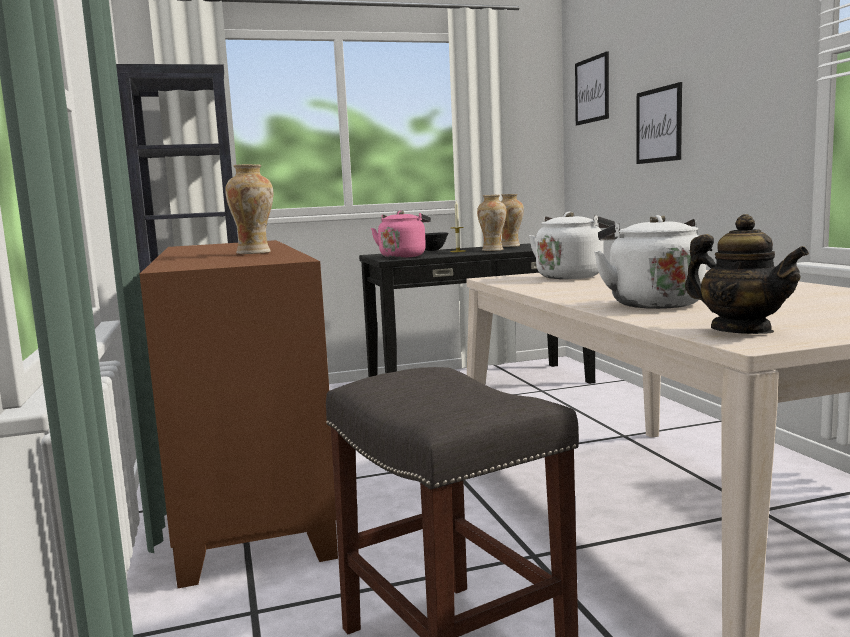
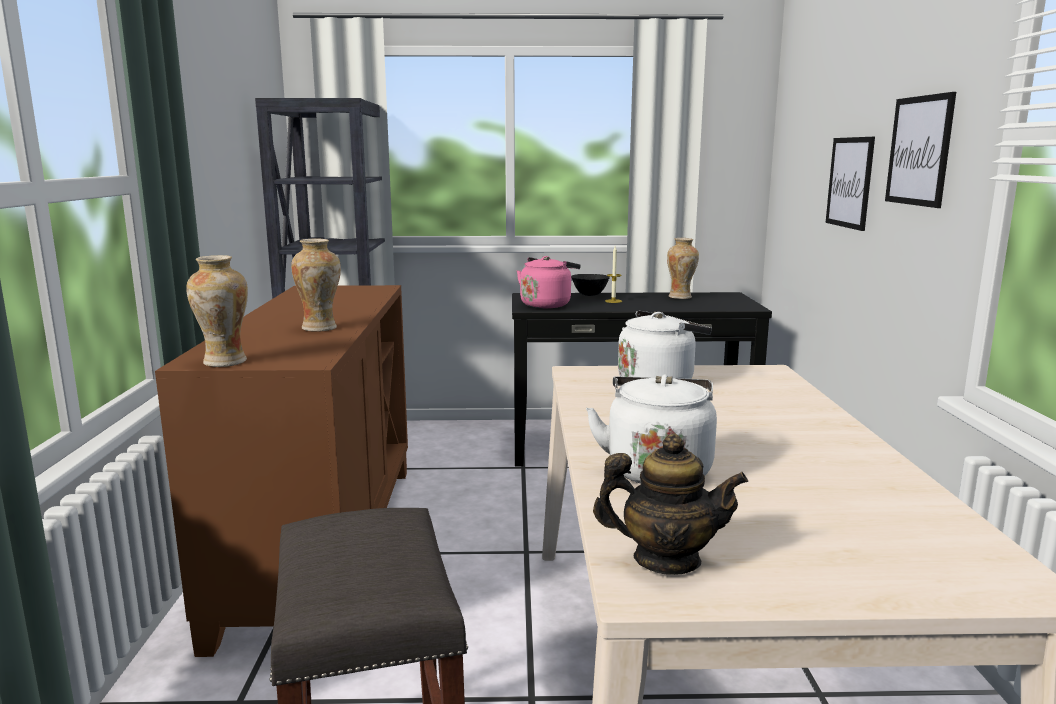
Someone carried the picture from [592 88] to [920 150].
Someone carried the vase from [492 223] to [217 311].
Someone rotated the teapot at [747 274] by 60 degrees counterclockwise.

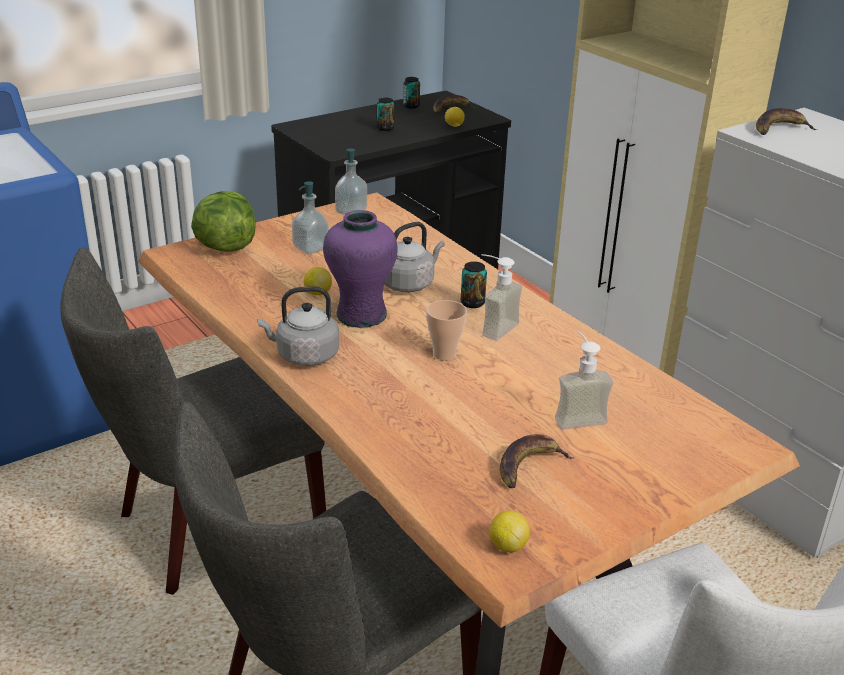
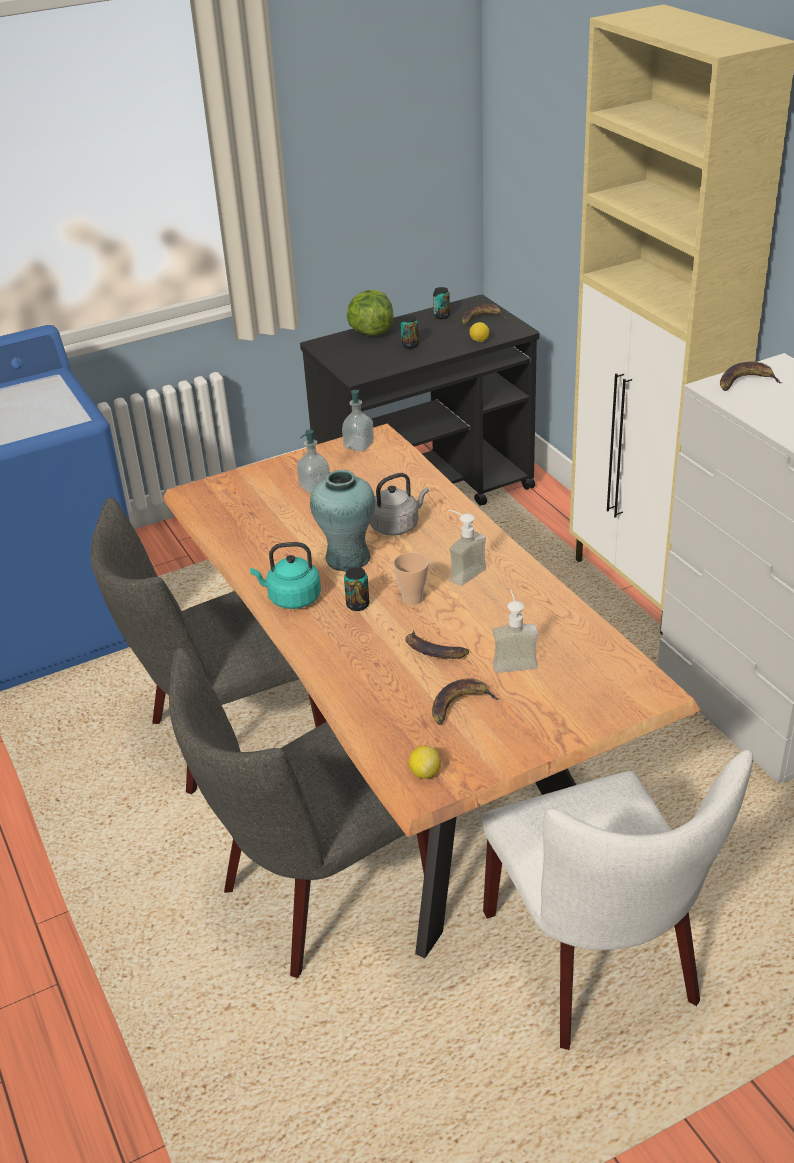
Someone carried the lettuce from [223 221] to [370 312].
Someone repainted the purple vase at [360 269], which became the turquoise vase at [342 521].
Someone carried the can from [474 284] to [357 589].
Someone took away the lemon at [318 281].
Someone repainted the grey kettle at [298 326], which became the turquoise kettle at [285 575].
Someone put down the banana at [437 645].

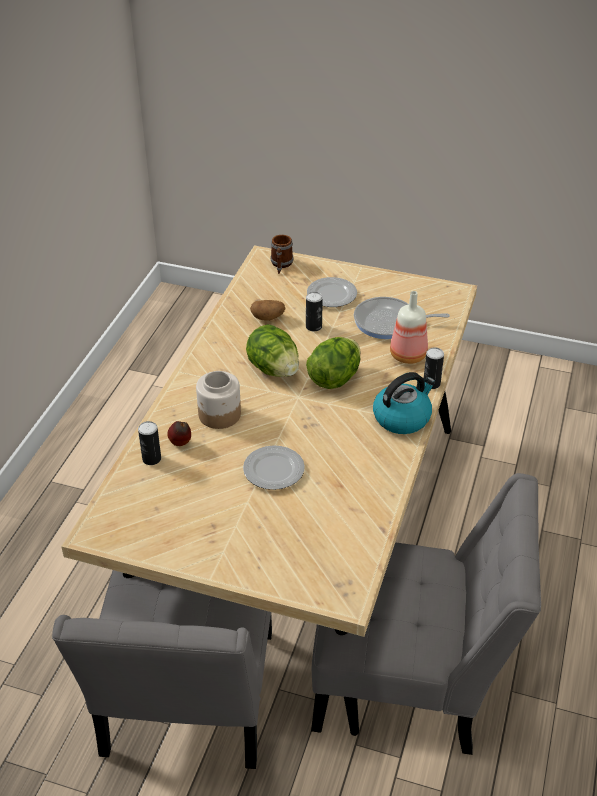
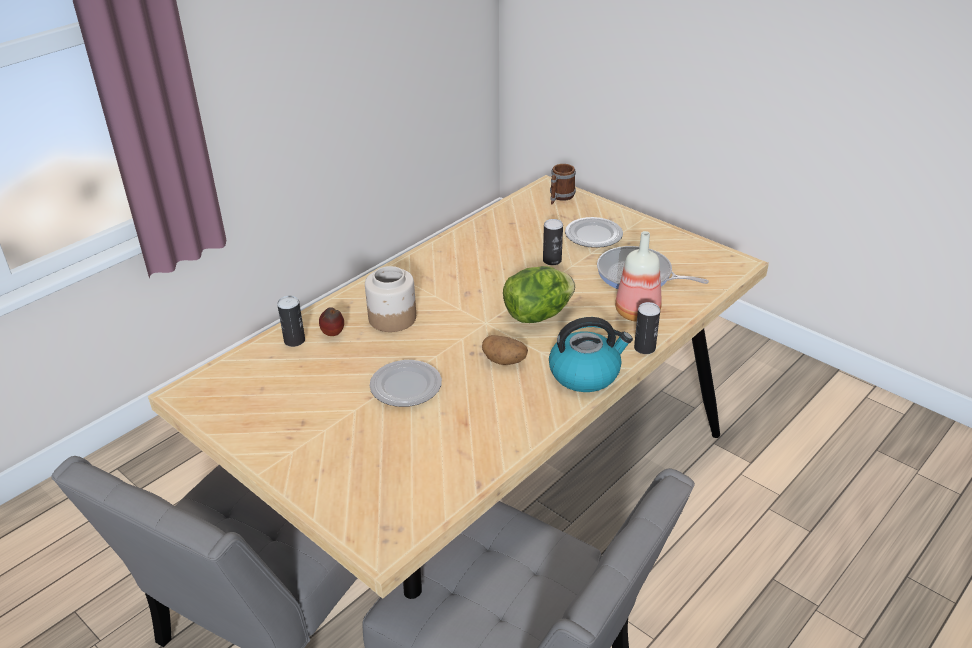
Someone carried the potato from [268 310] to [505 350].
Someone took away the lettuce at [272 350].

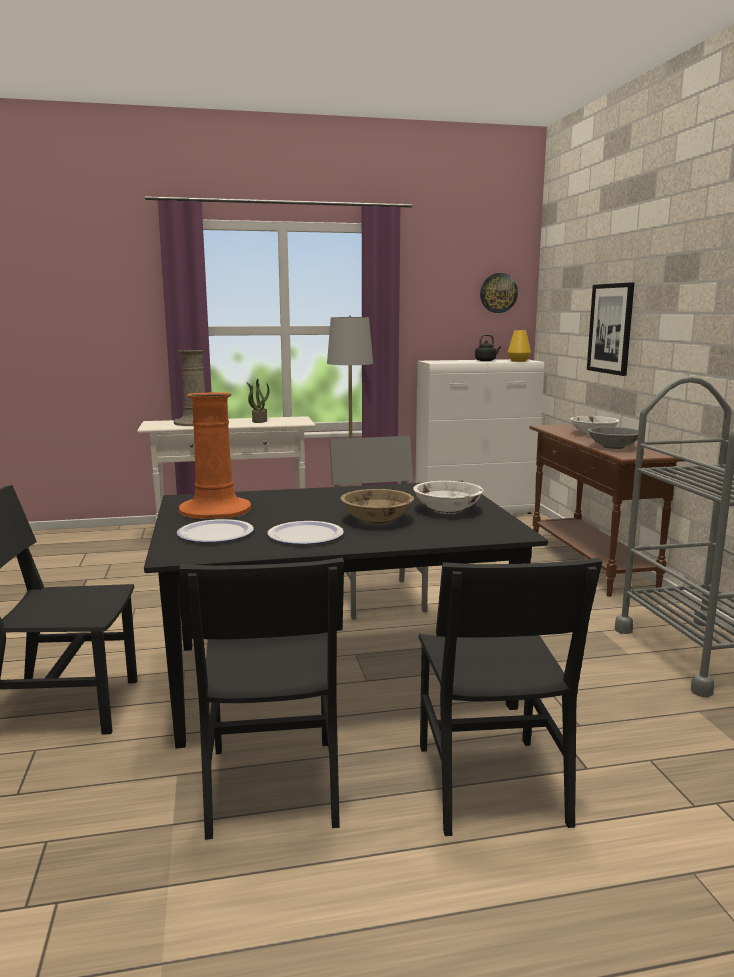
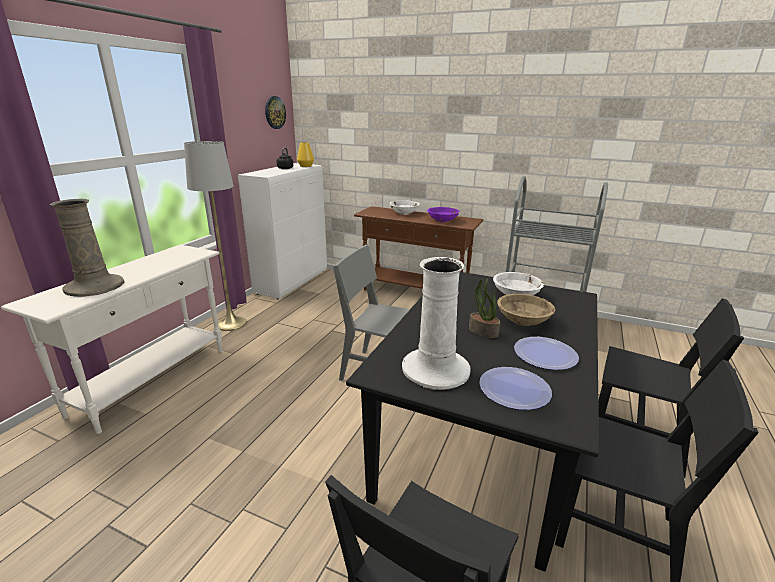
Someone took away the picture at [610 329].
Someone carried the potted plant from [258 401] to [484 308].
Someone repainted the orange vase at [215 455], which became the white vase at [436 323].
Someone repainted the grey bowl at [613 438], which became the purple bowl at [443 214].

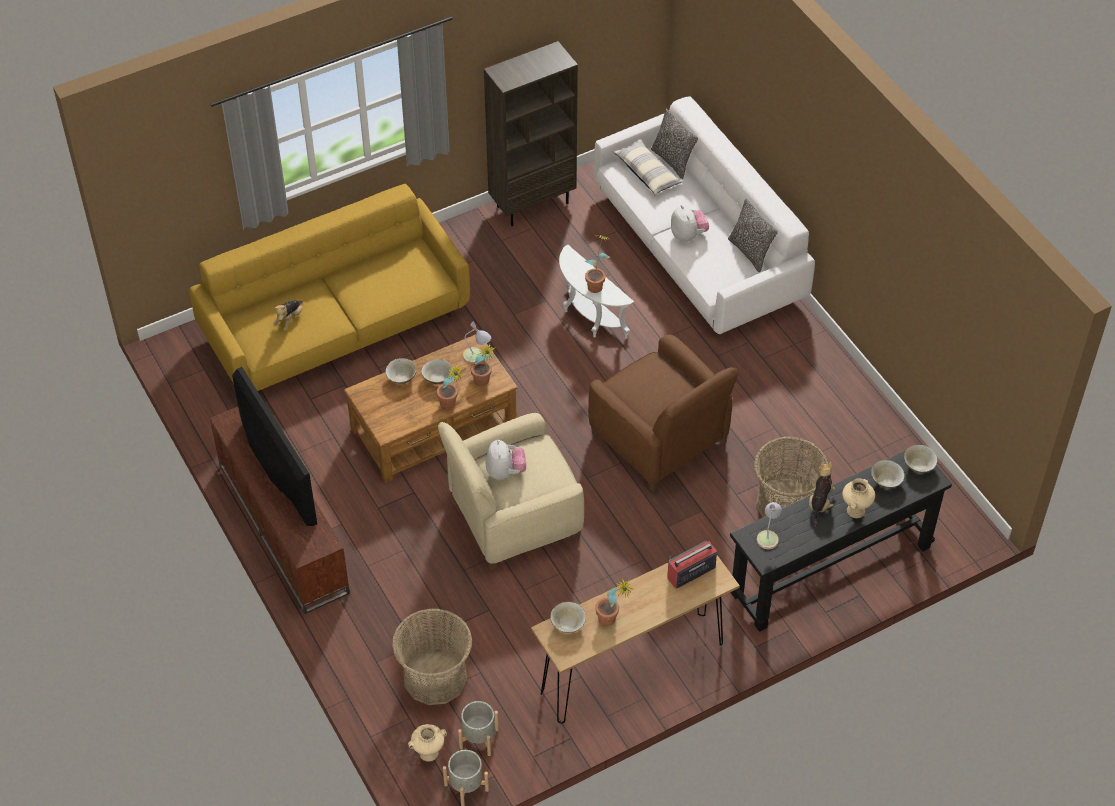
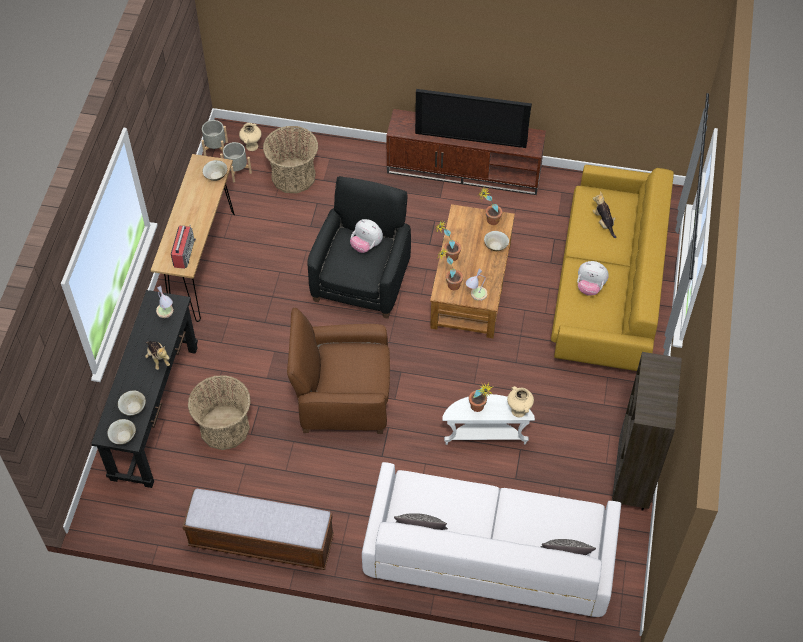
Someone took away the pillow at [647 167].
Someone carried the plush toy from [690 223] to [593 278].
Someone took away the beige bowl at [437 371].
Someone repainted the beige armchair at [511 492], which became the black armchair at [359 247].
Someone carried the beige vase from [858 498] to [520 401].
Someone carried the potted plant from [613 602] to [489 206].
Someone put down the bench at [258 529].

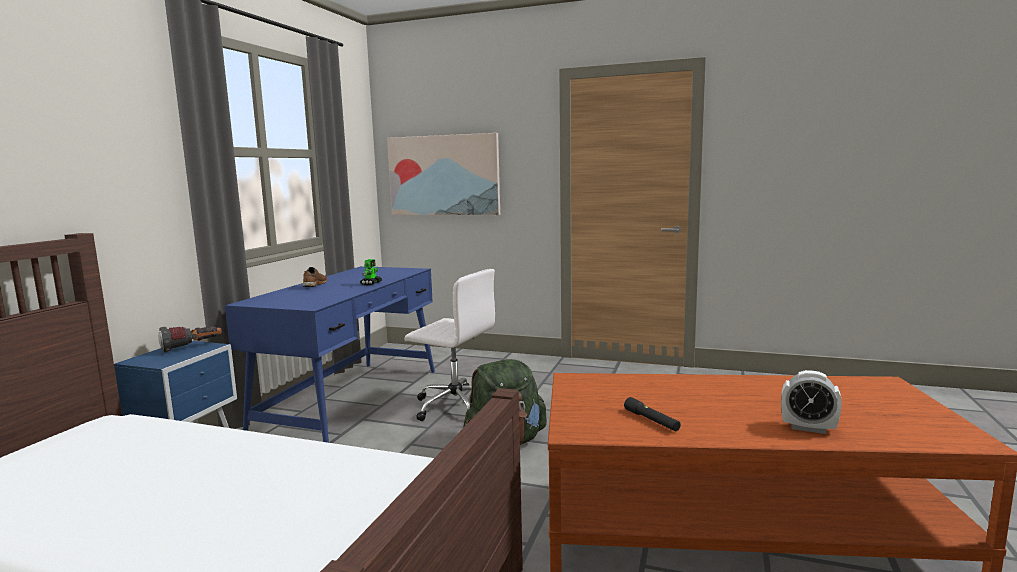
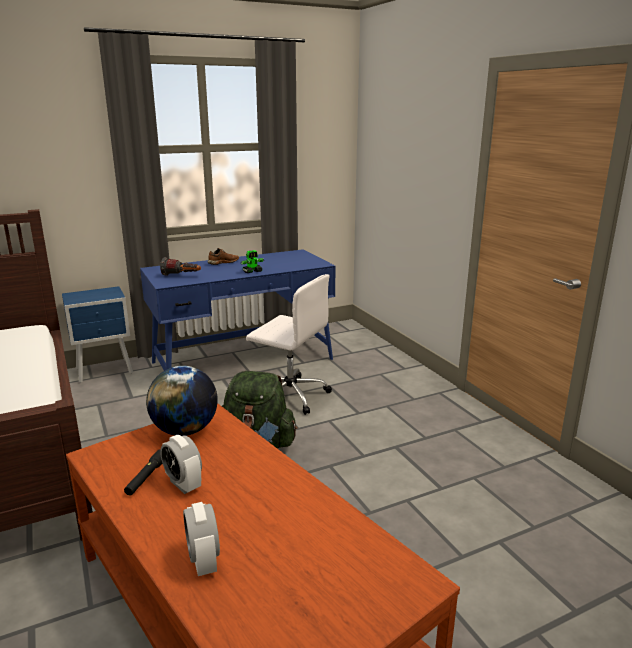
Someone took away the picture at [443 174].
Someone rotated the white office chair at [449 345] by 45 degrees counterclockwise.
Someone carried the flashlight from [190 339] to [180 266].
Someone put down the globe at [182 401].
Someone put down the alarm clock at [181 464].

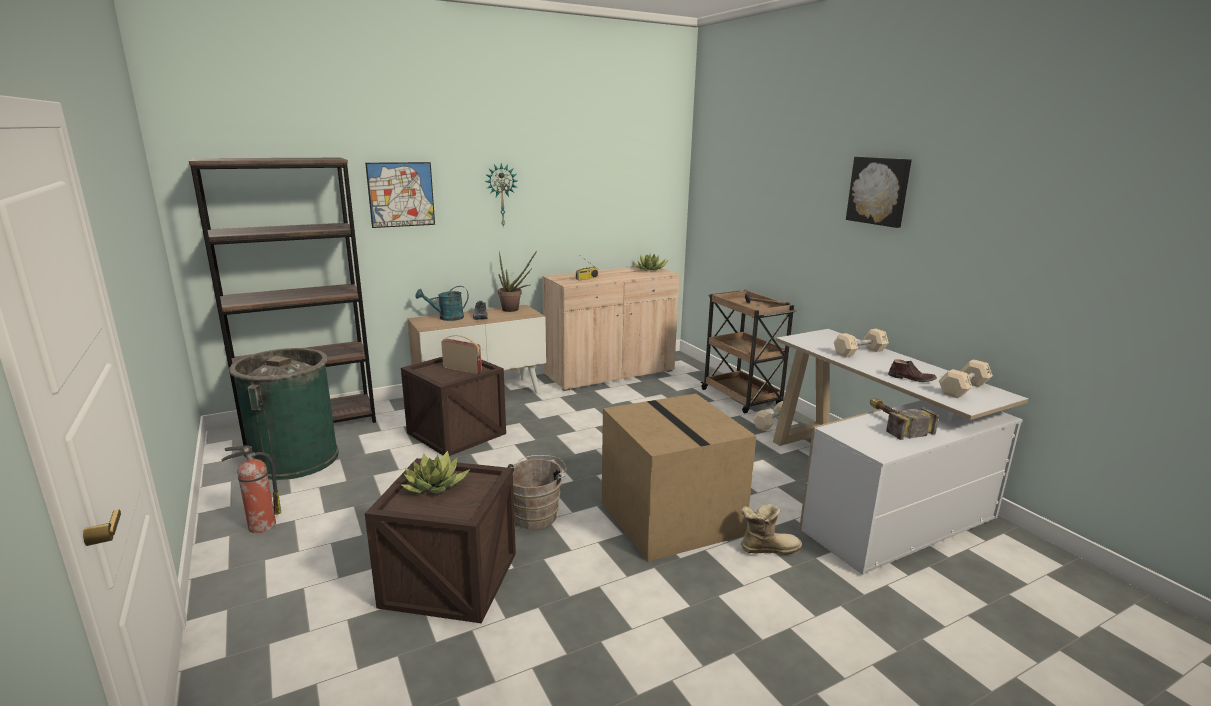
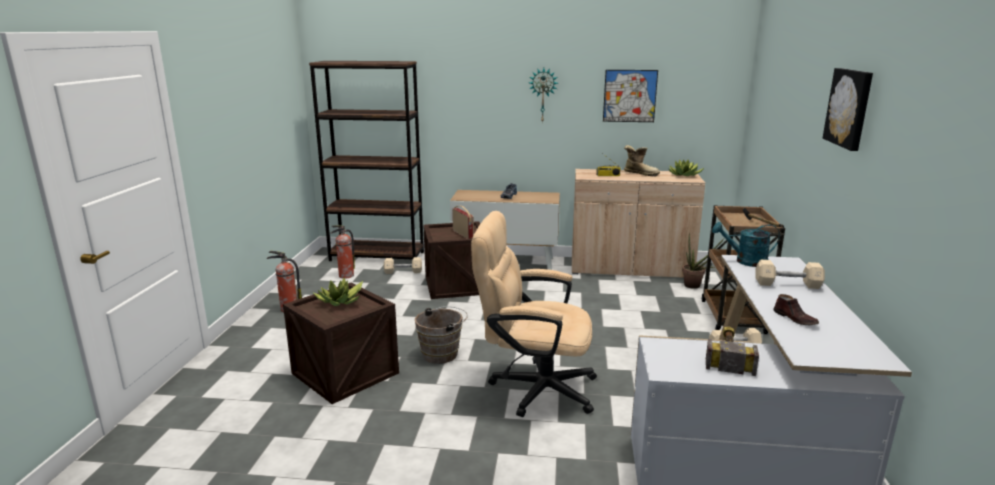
Someone carried the picture from [400 195] to [630 96].
Someone carried the potted plant from [517 281] to [703 260].
Someone carried the turquoise watering can from [442 303] to [746 244].
Someone swapped the green trash can at [284 414] for the fire extinguisher at [342 252].
Someone carried the beige dumbbell from [966 378] to [403 265].
Someone swapped the cardboard box at [679 478] for the beige office chair at [534 314].
Someone carried the boot from [771 529] to [642 160].

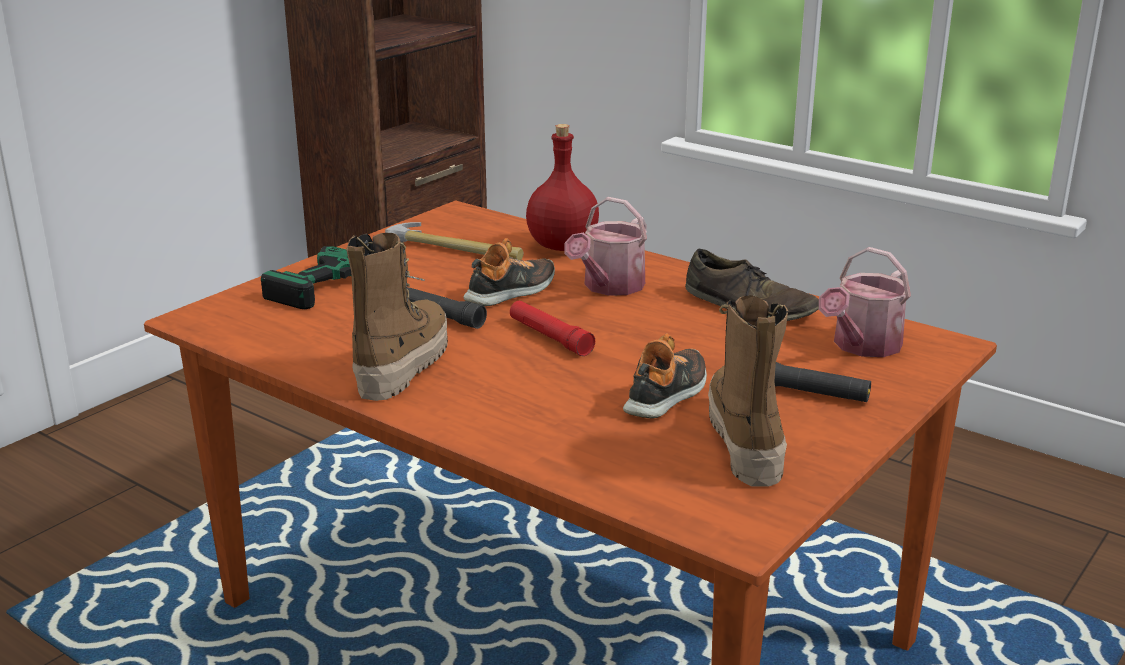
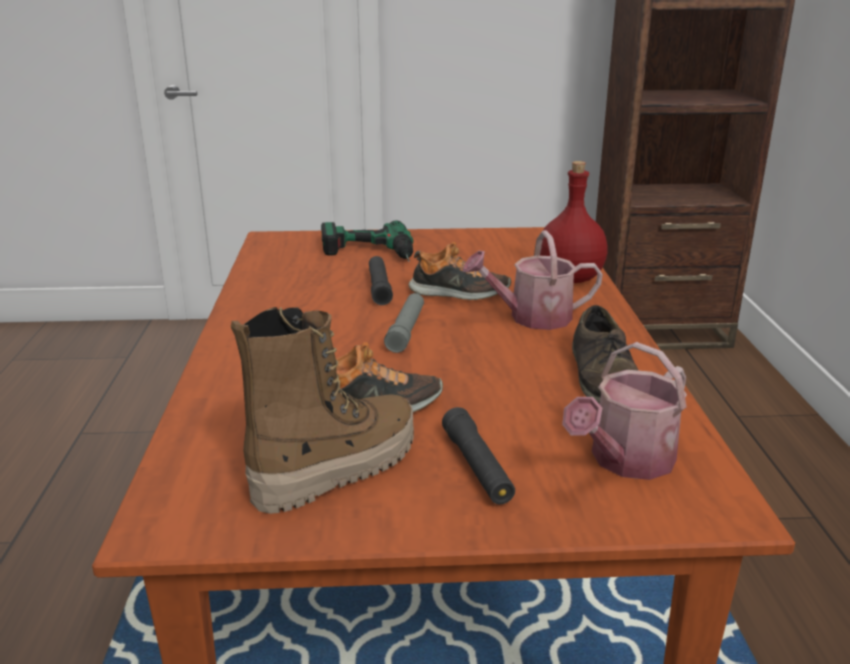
Someone took away the hammer at [454 241].
Someone took away the boot at [397 317].
Someone rotated the watering can at [865 302] by 45 degrees counterclockwise.
Someone repainted the red flashlight at [552 328], which became the grey flashlight at [404 323].

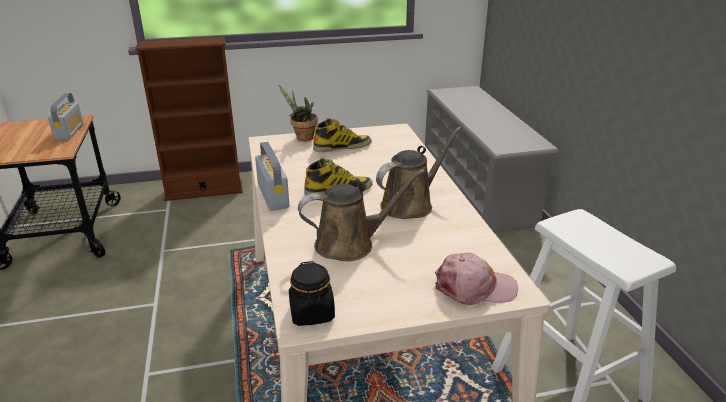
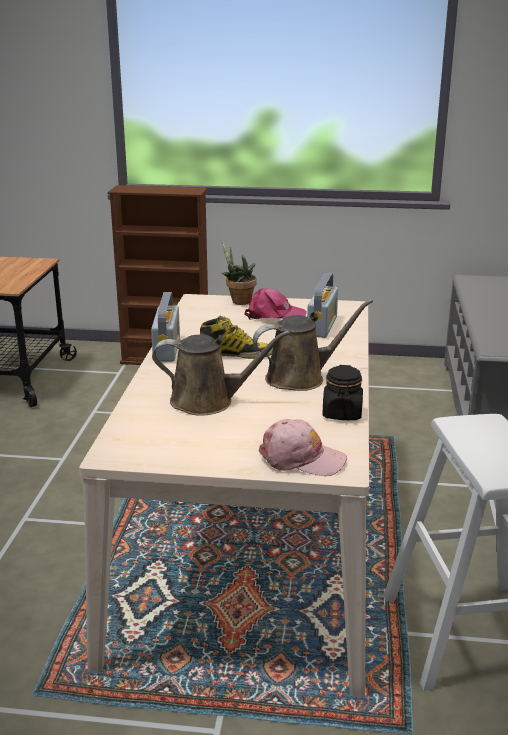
Someone carried the radio from [66 117] to [322 305].
Someone swapped the boot at [342 135] for the pink cap at [276 304].
Someone carried the black jar from [312 293] to [342 392].

